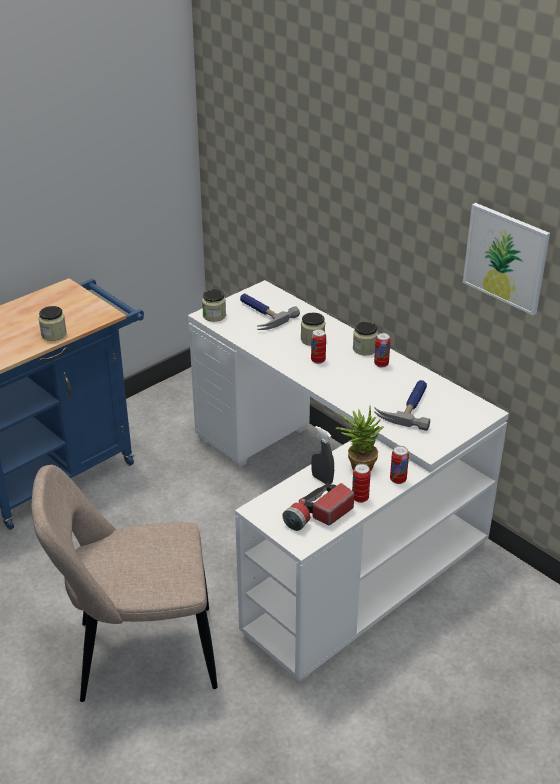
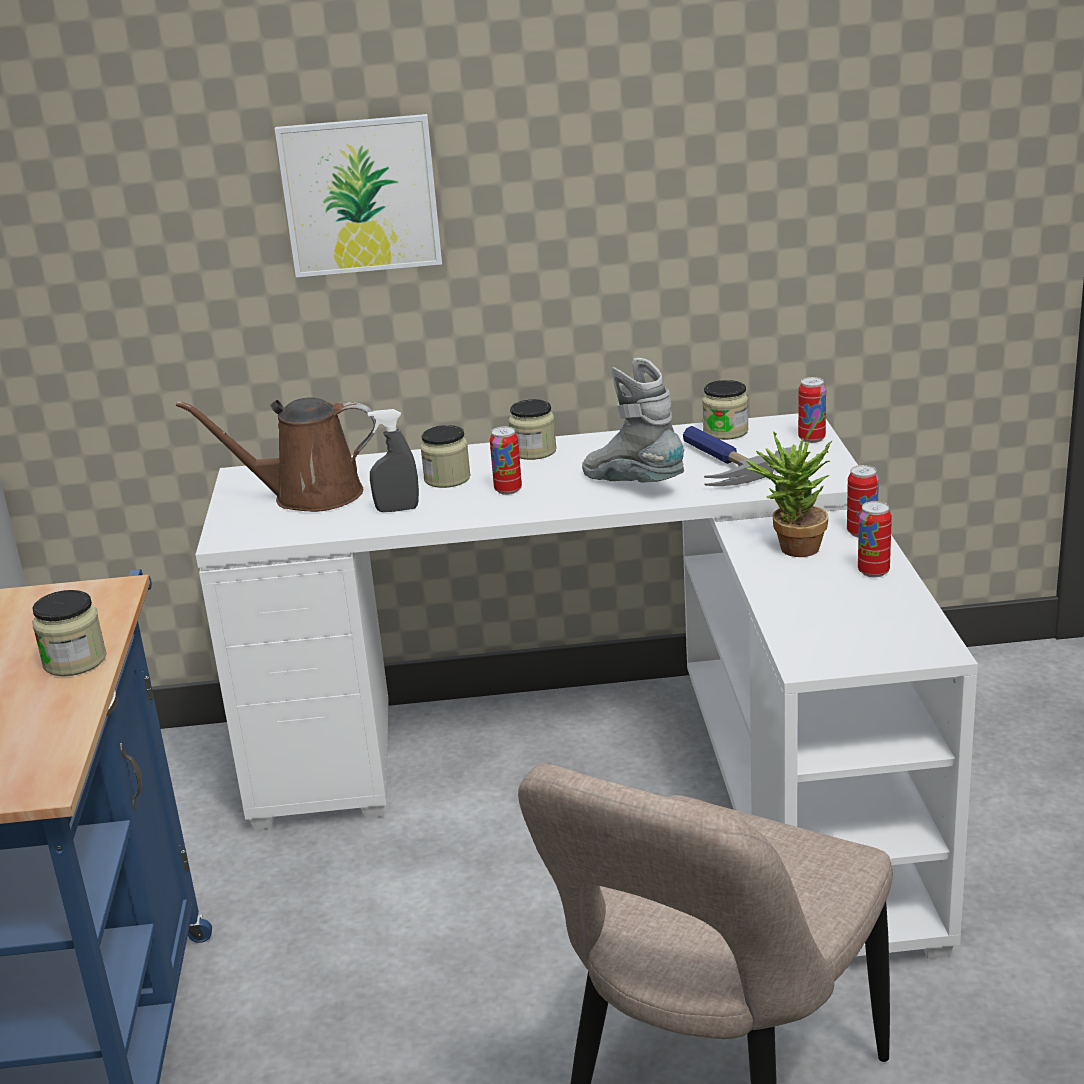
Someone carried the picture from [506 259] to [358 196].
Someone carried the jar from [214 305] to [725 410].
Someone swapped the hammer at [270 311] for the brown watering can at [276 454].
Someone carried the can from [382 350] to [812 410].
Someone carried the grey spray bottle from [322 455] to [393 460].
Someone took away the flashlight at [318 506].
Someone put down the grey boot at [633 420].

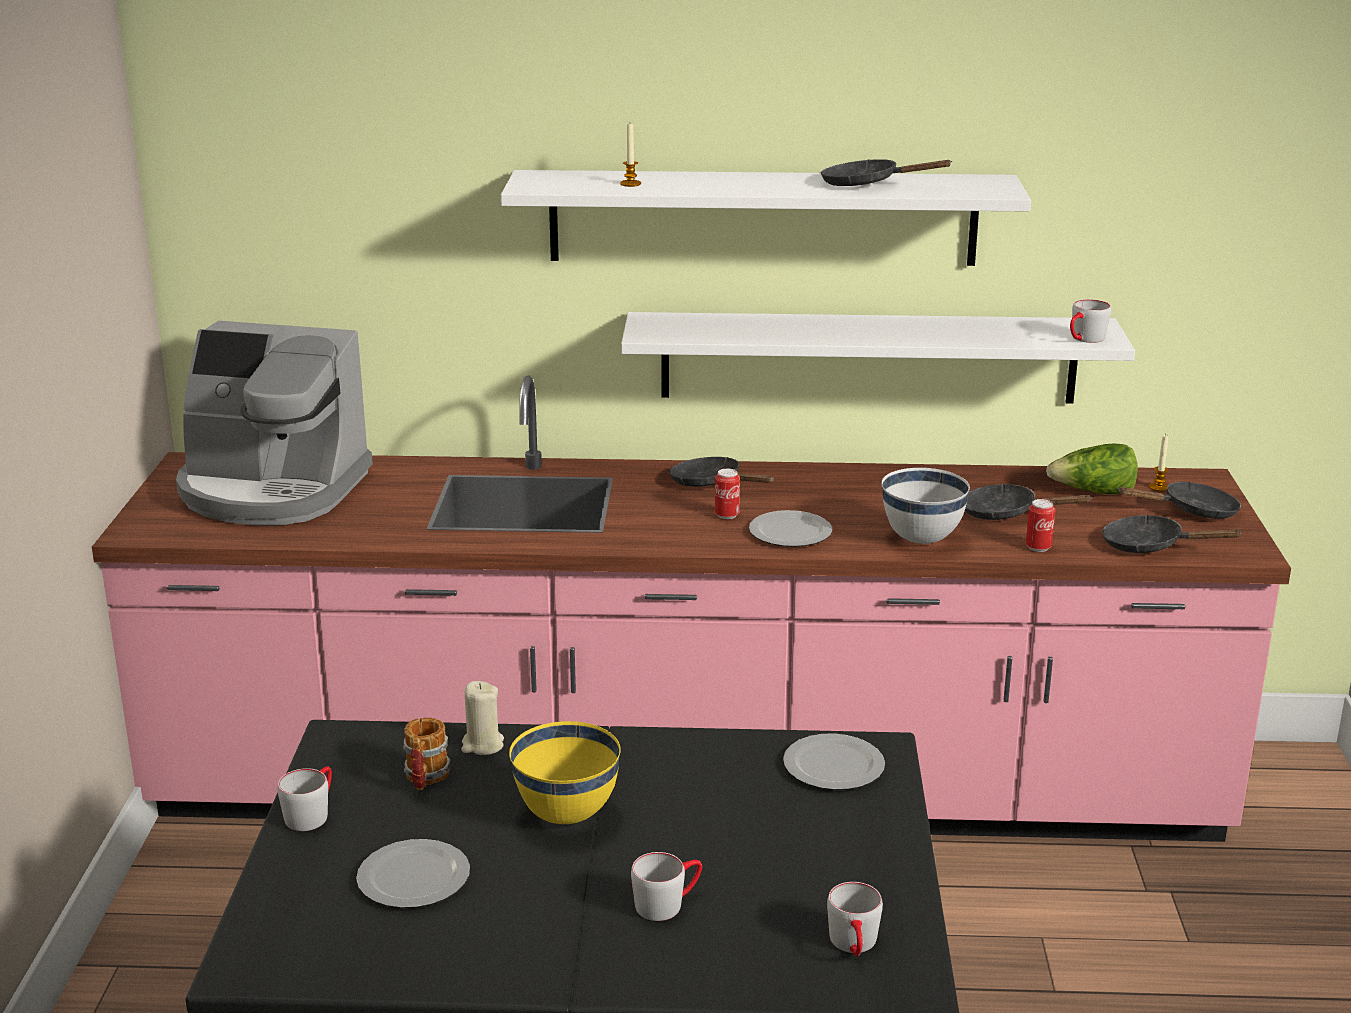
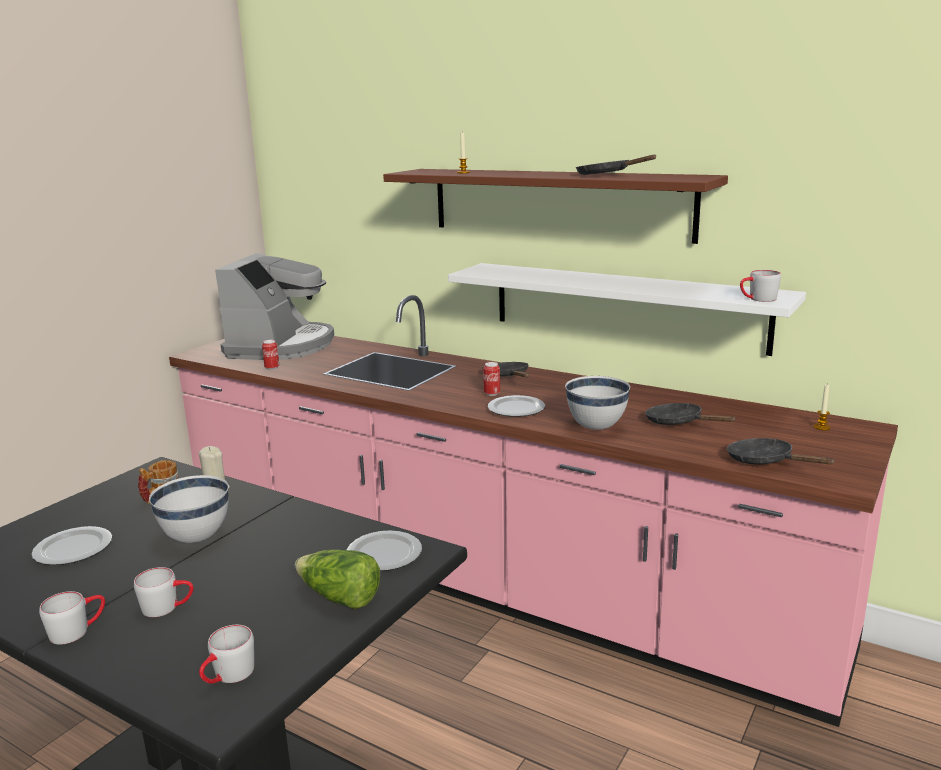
Someone repainted the white shelf at [766 218], which became the brown shelf at [555 206].
Someone rotated the coffee machine at [274 423] by 120 degrees counterclockwise.
Someone carried the lettuce from [1092 469] to [338 579].
Someone took away the black frying pan at [1179 500].
Someone carried the can from [1040 525] to [270 355].
Someone repainted the yellow bowl at [565 772], which became the white bowl at [189 509].
Someone carried the grey mug from [304 798] to [72 618].

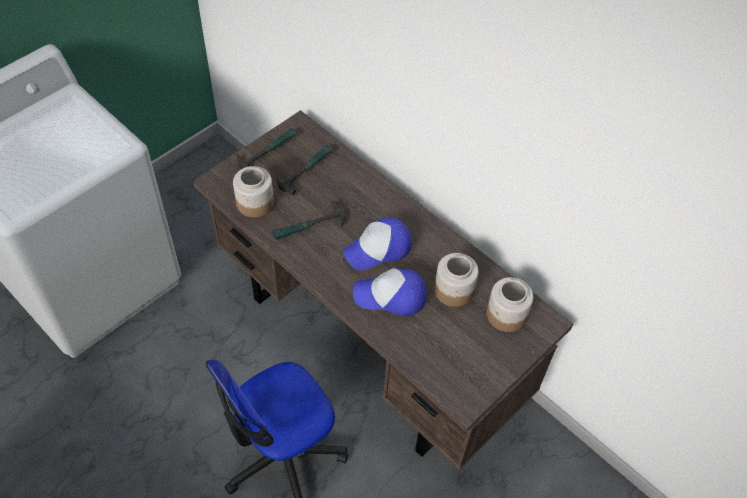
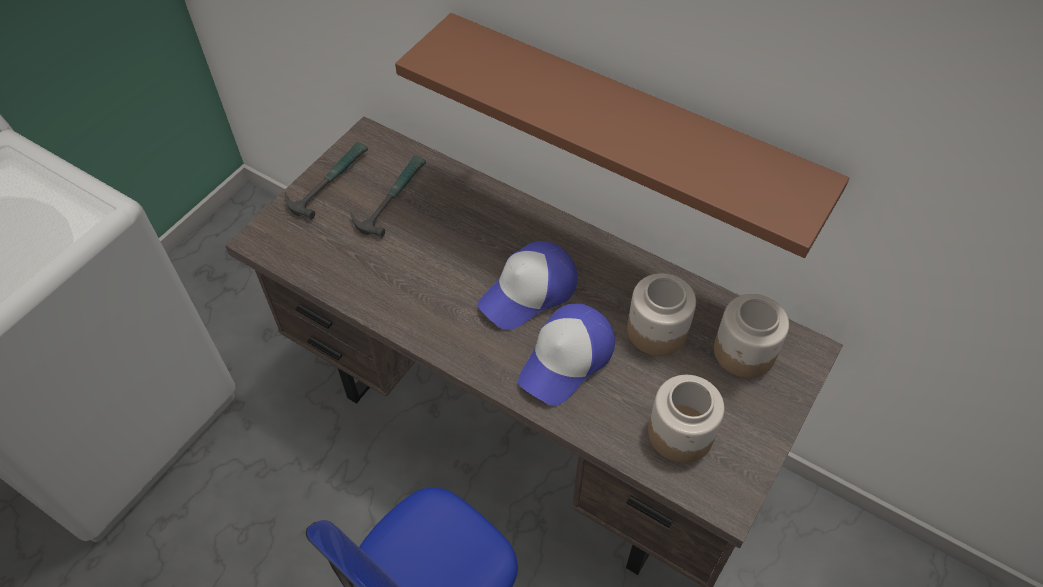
Someone carried the jar from [253 192] to [686 419].
Someone took away the hammer at [308 220].
Someone rotated the cap at [390 292] by 45 degrees counterclockwise.
Someone put up the brown shelf at [622 135].

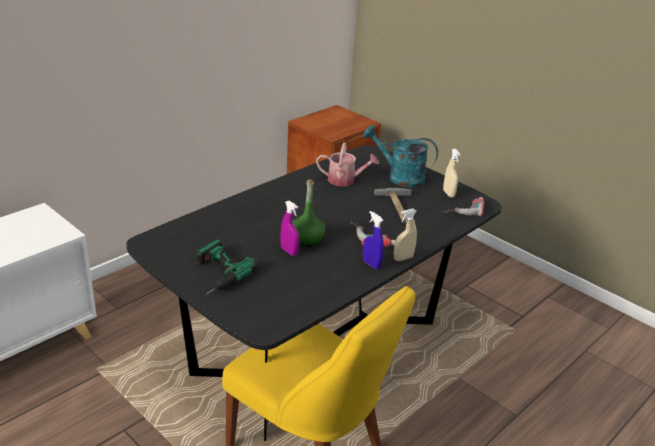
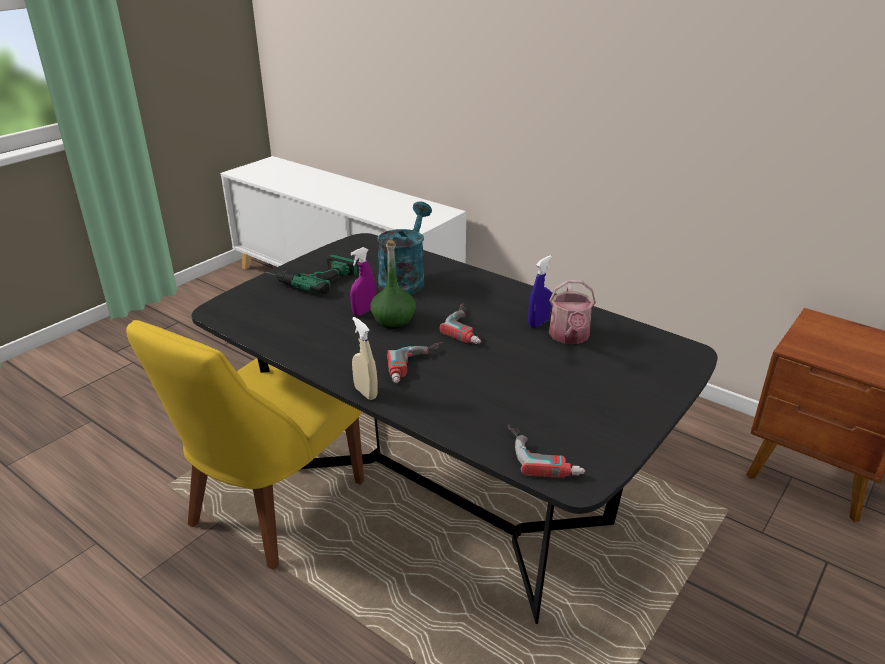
Someone carried the turquoise watering can from [400 156] to [404 247].
Someone took away the beige spray bottle at [452 173].
Someone took away the hammer at [393 205].
Someone carried the blue spray bottle from [373 240] to [540 291].
Someone put down the power drill at [460 324].

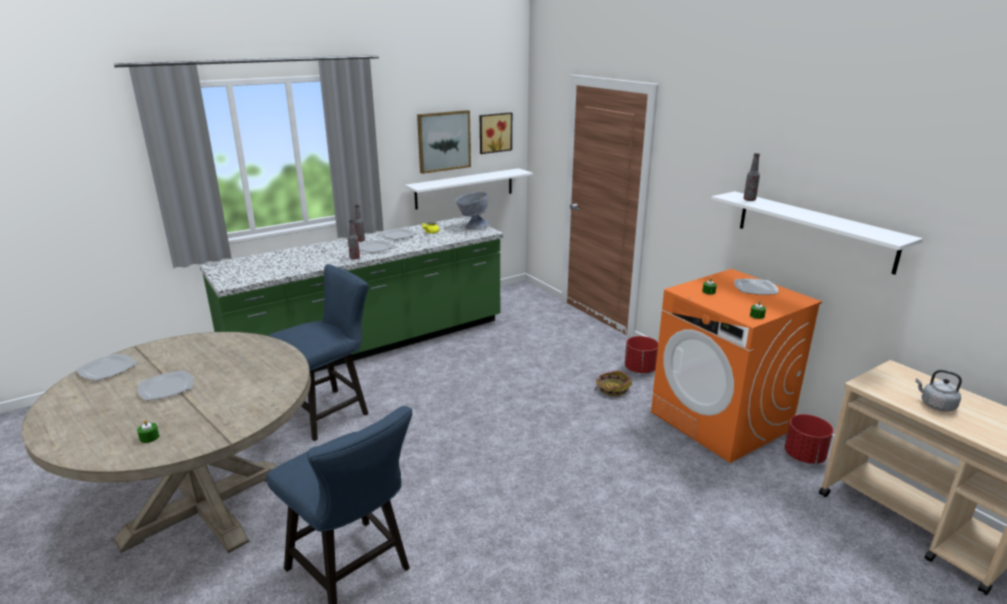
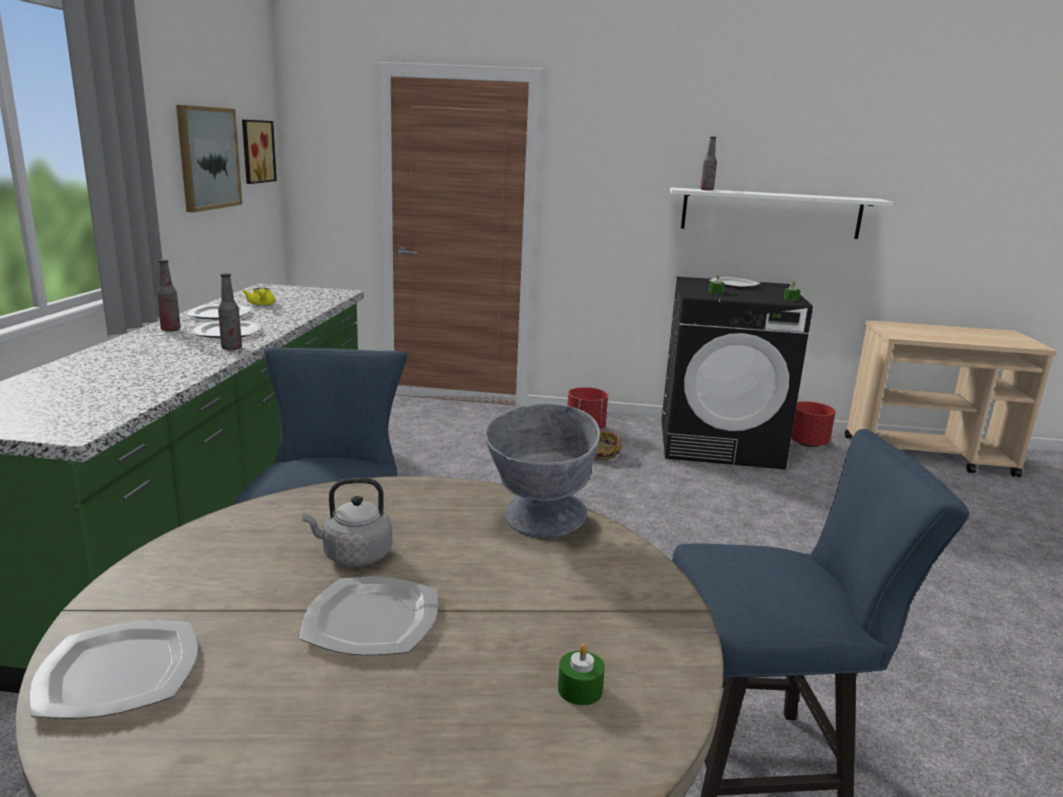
Someone took away the white shelf at [469 188].
Someone carried the grey bowl from [472 210] to [542 471].
Someone repainted the orange washing machine at [736 366], which became the black washing machine at [737 373].
Someone carried the grey kettle from [938 390] to [347 522].

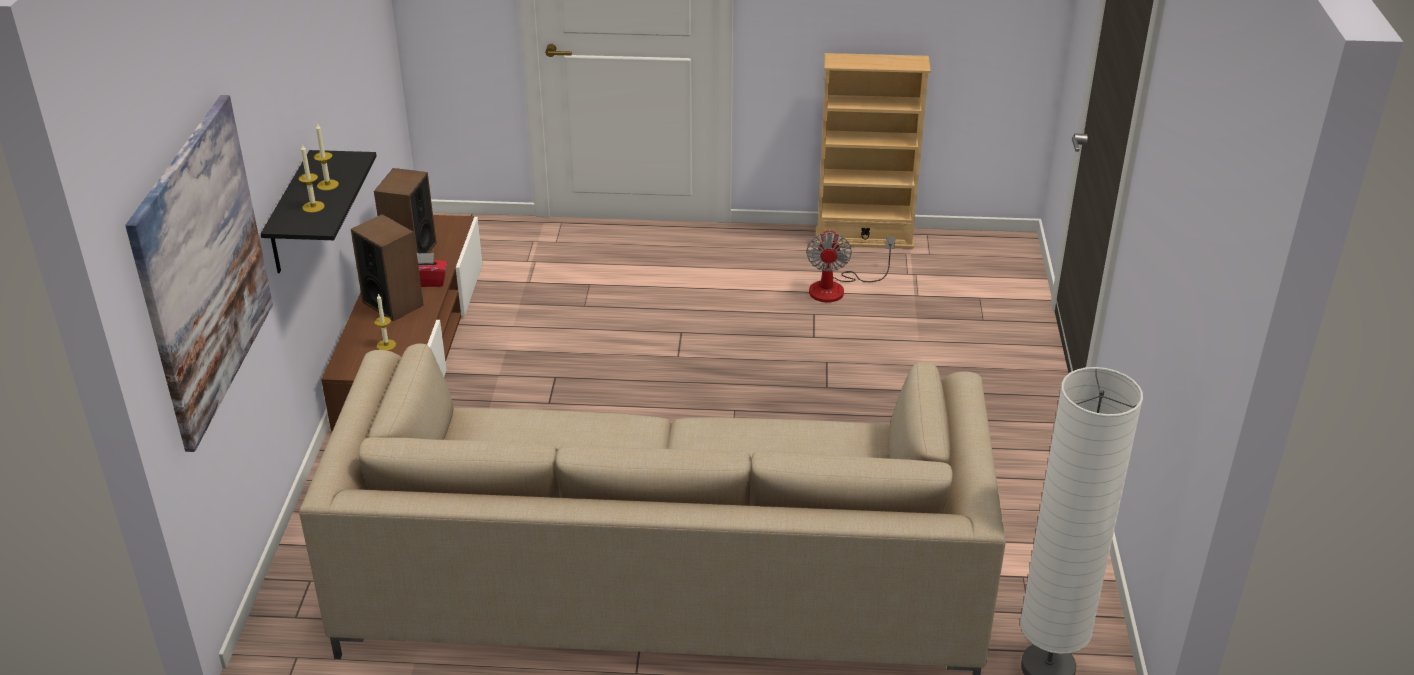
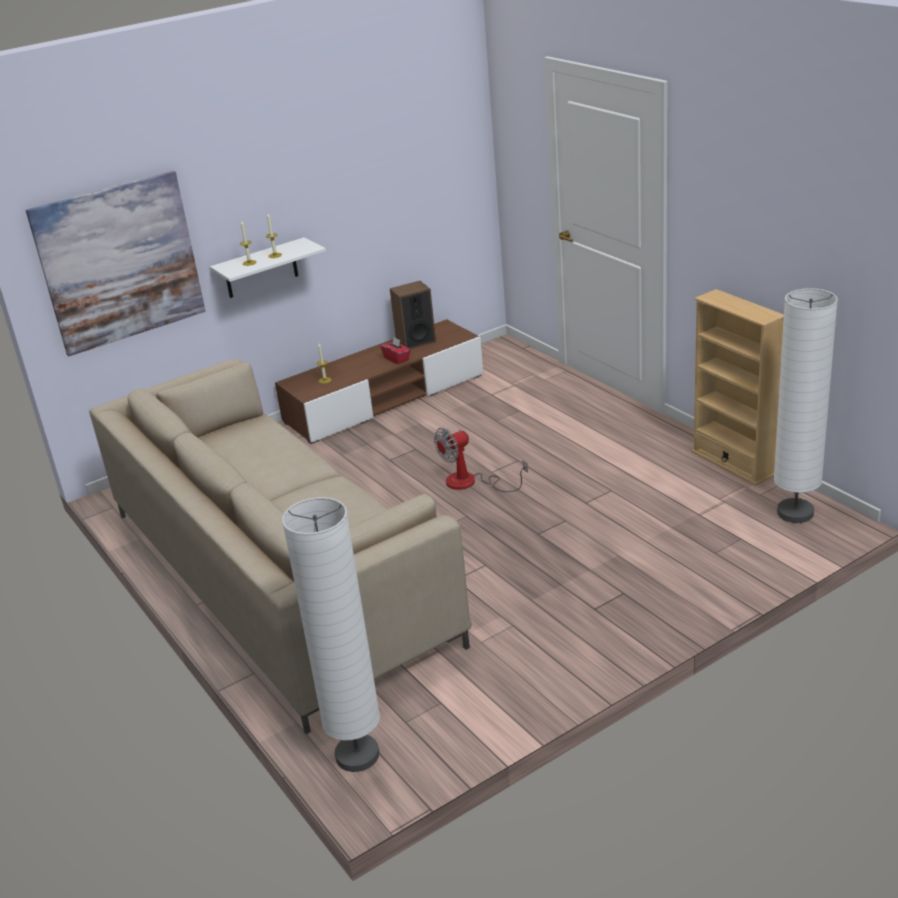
Someone repainted the black shelf at [319 211], which became the white shelf at [268 267].
Someone took away the speaker at [387 267].
Someone carried the fan from [850 266] to [481 460].
Someone put down the white floor lamp at [806 405].

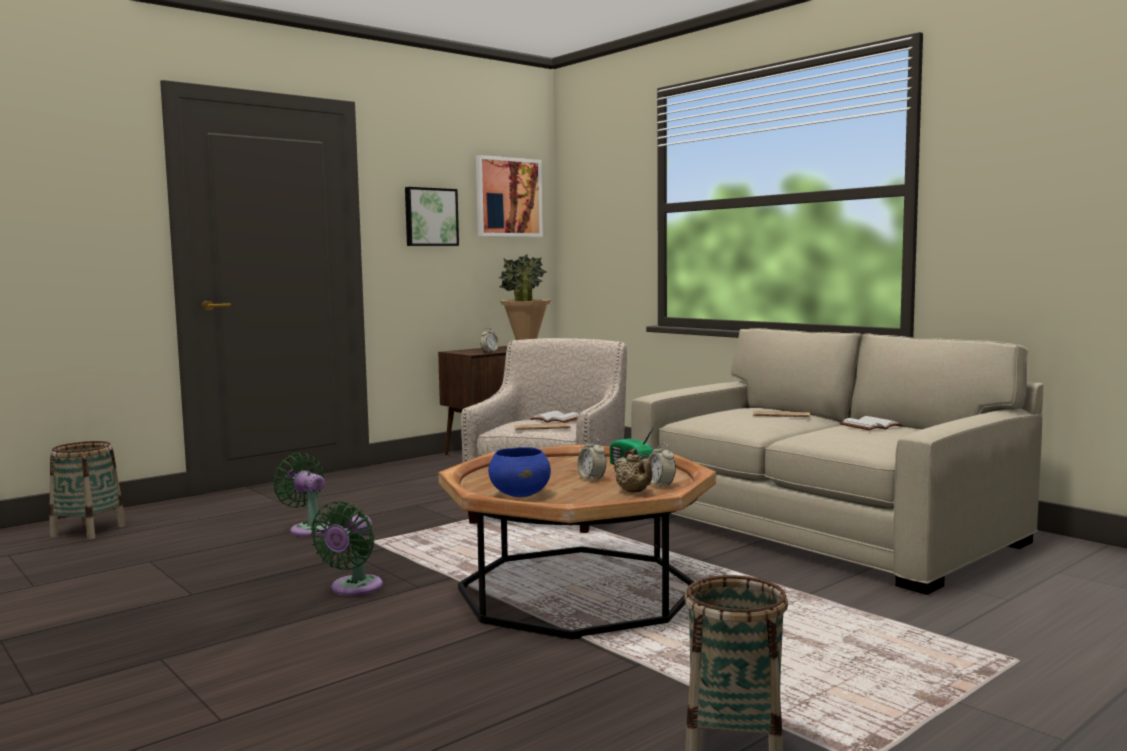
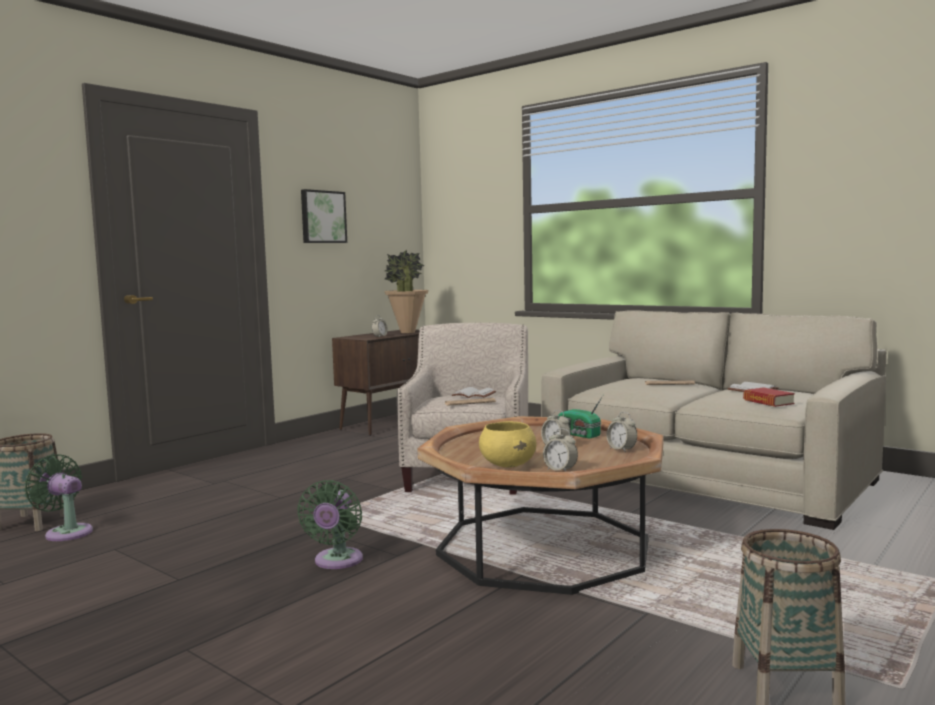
Someone took away the picture at [509 196].
Someone repainted the blue bowl at [519 472], which became the yellow bowl at [507 444].
Someone took away the beige teapot at [633 471].
Someone carried the green fan from [301 494] to [58 497].
Someone put down the book at [769 397].
Someone put down the alarm clock at [560 450].

